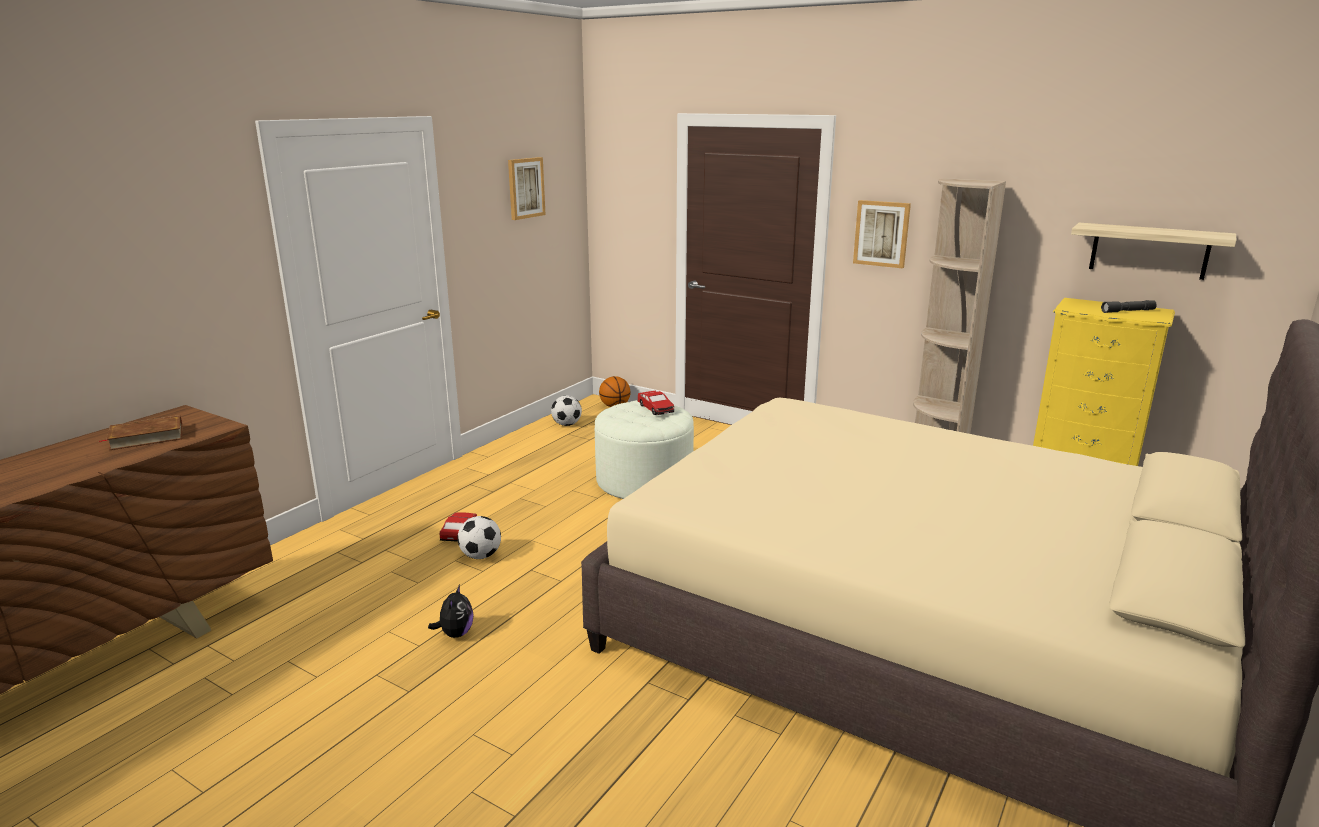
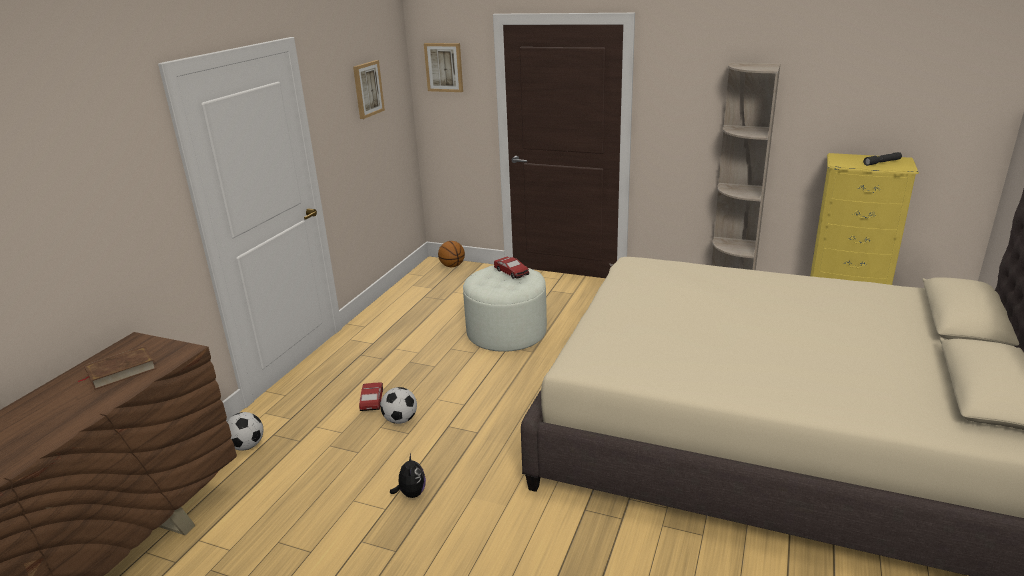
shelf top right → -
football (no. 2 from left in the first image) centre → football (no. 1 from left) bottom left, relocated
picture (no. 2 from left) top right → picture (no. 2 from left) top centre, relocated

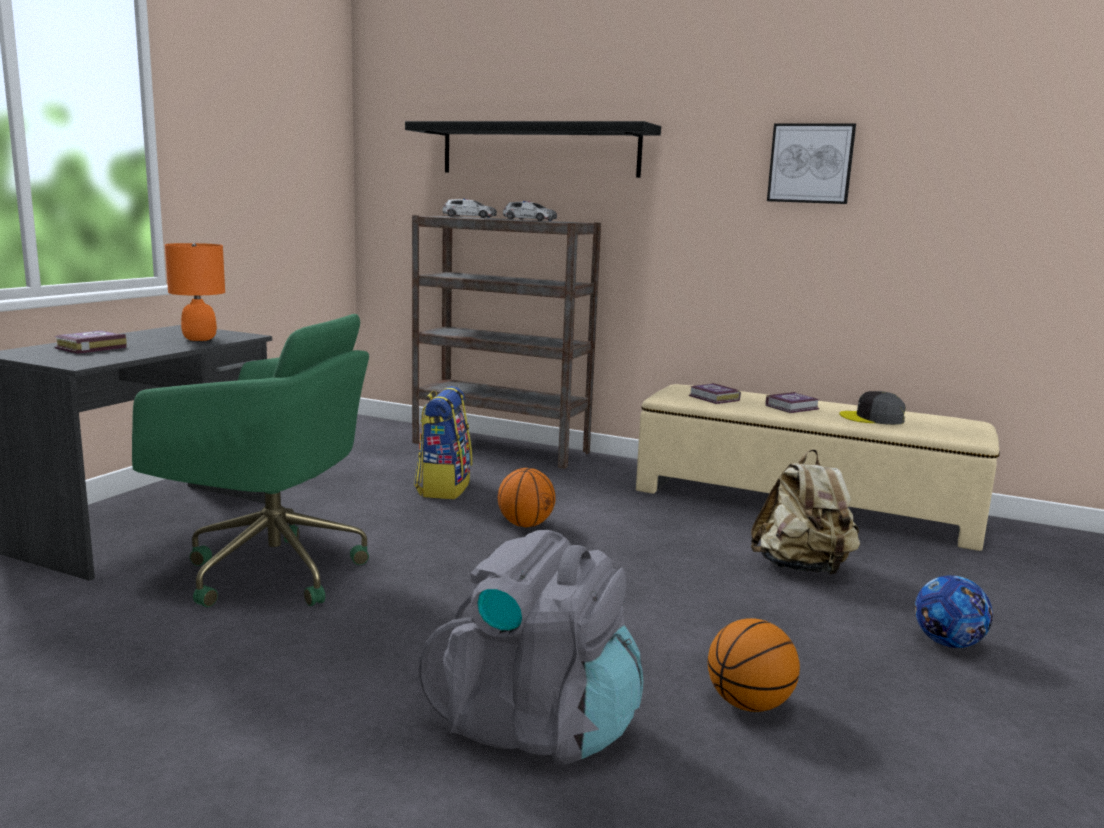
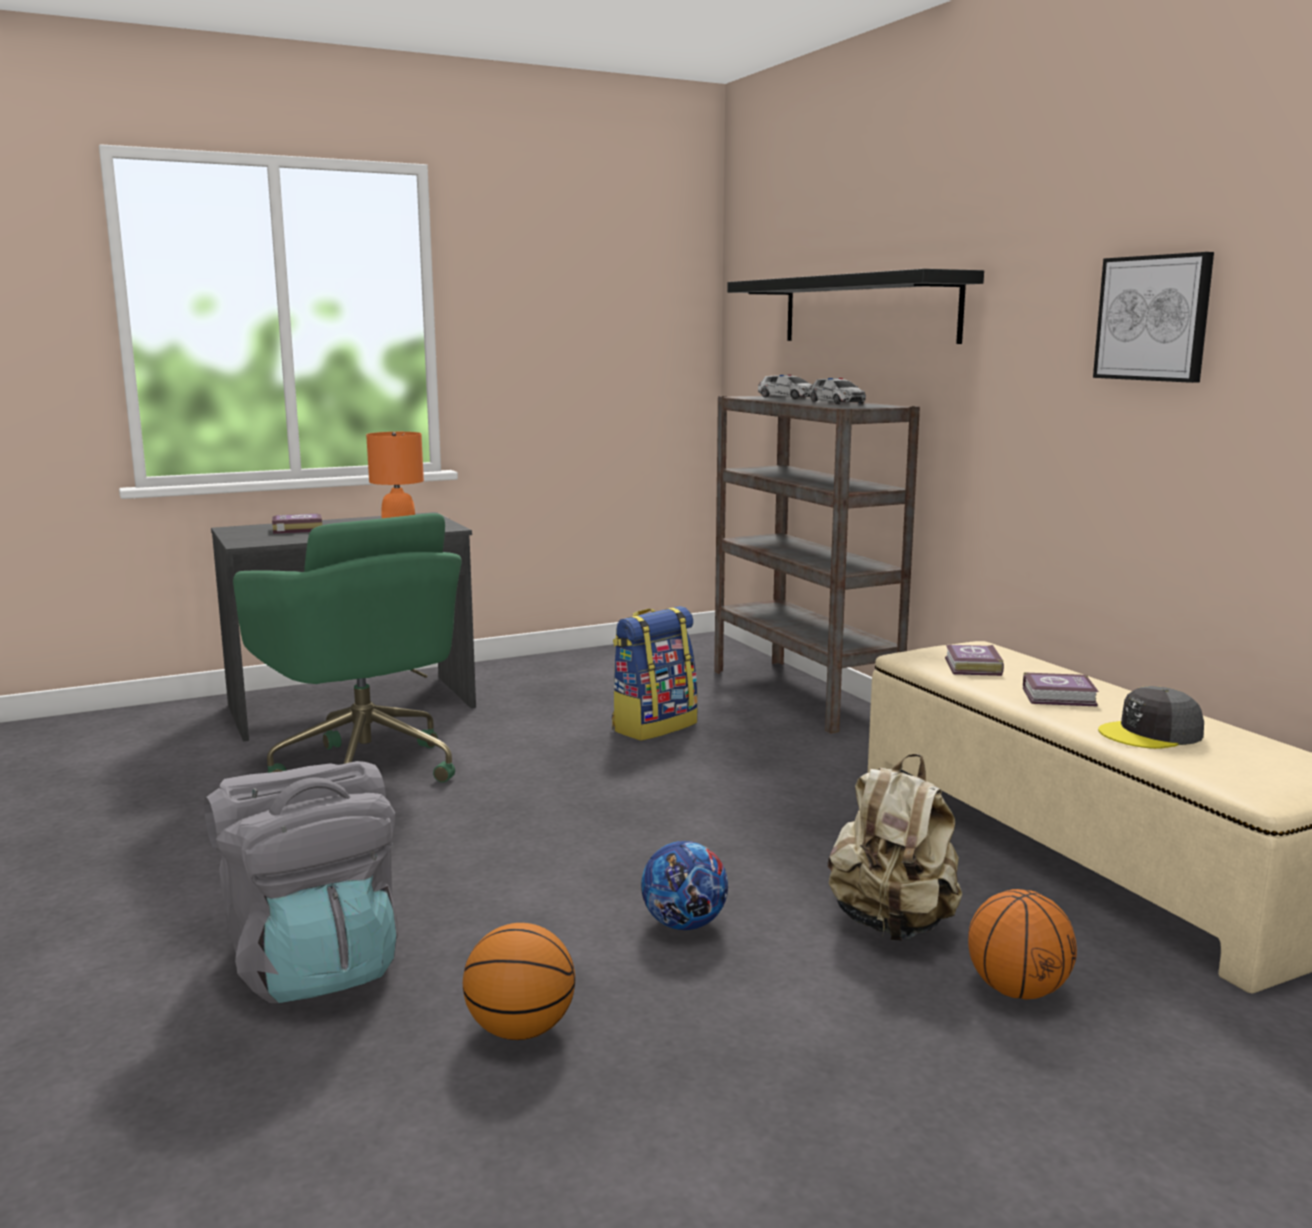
basketball (no. 1 from left in the first image) centre → basketball (no. 2 from left) bottom right, relocated
football bottom right → football bottom centre, relocated
cap in grey middle right, 75 degrees counterclockwise

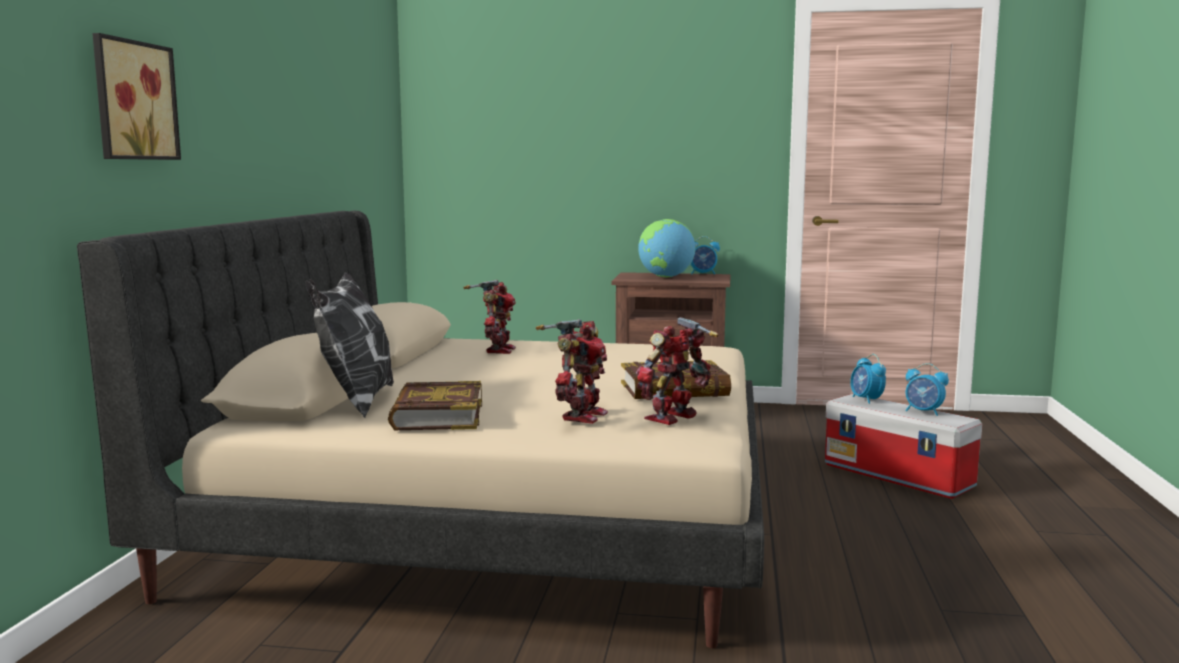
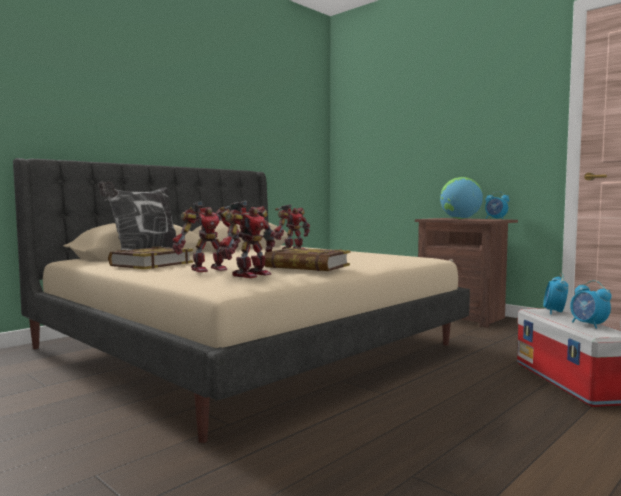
picture top left → -
toy robot (no. 3 from left in the first image) centre → toy robot (no. 2 from left) centre, 135 degrees clockwise

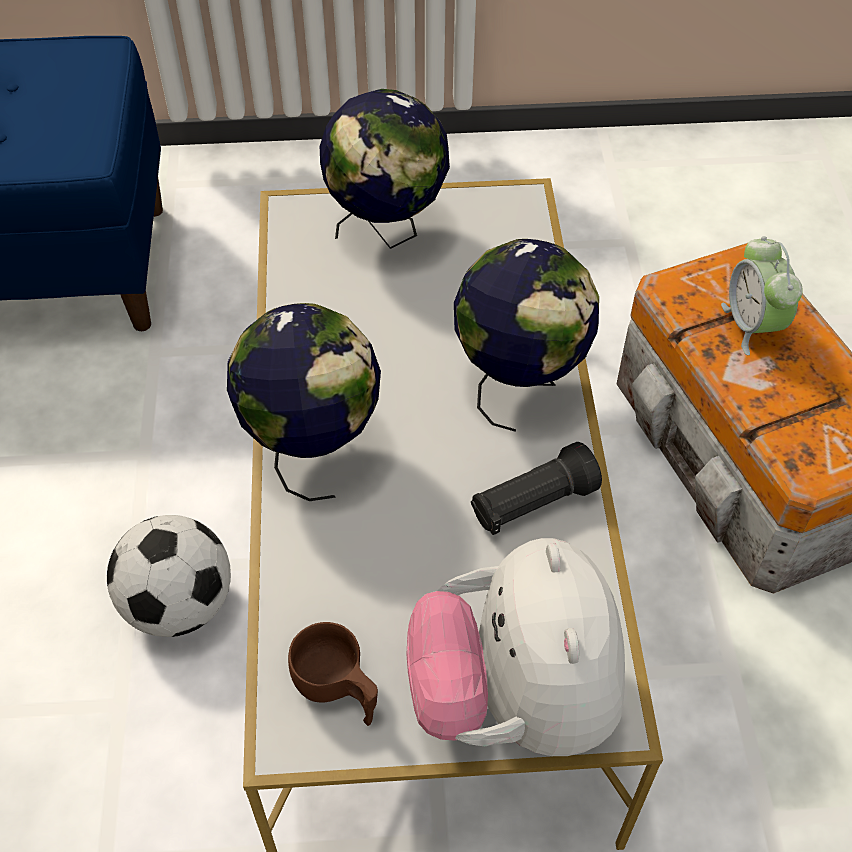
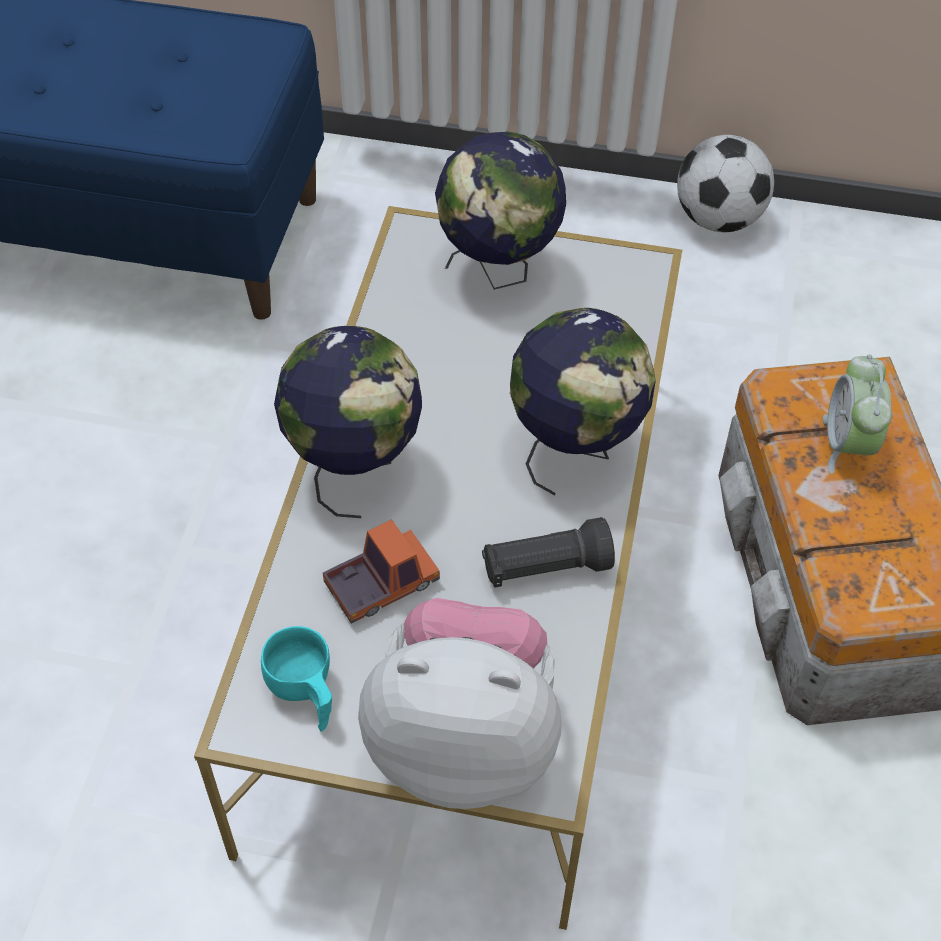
- → toy truck centre
football bottom left → football top right, relocated
cup in brown bottom centre → cup in turquoise bottom left
plush toy bottom centre, 90 degrees clockwise

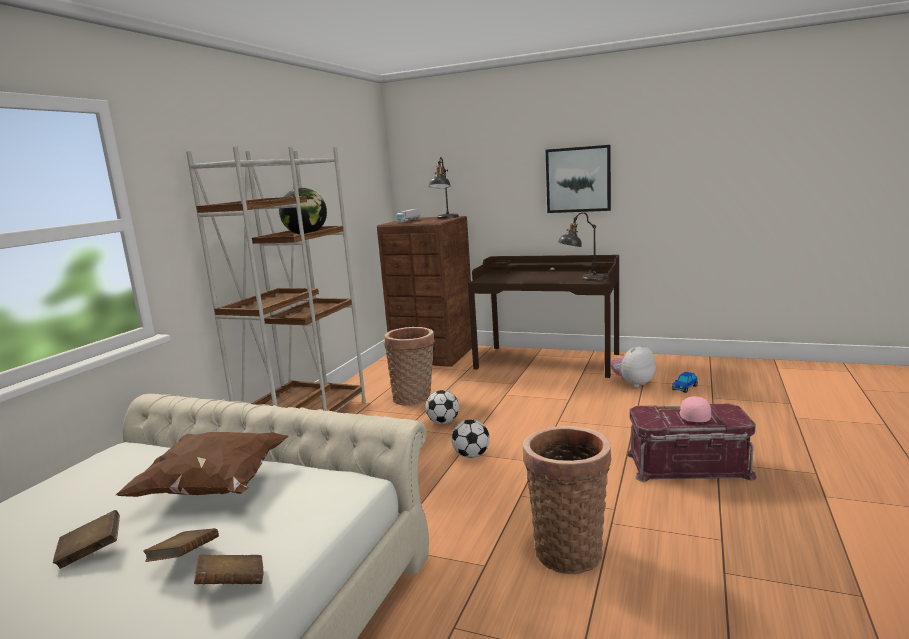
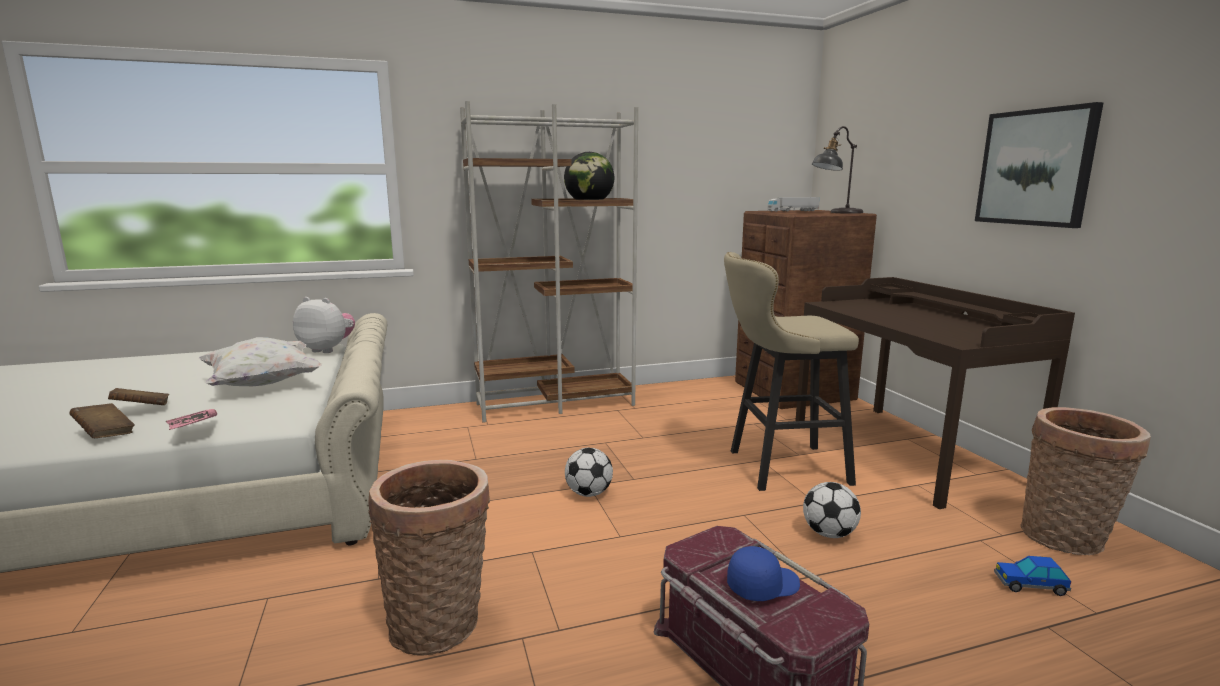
book in brown (no. 1 from left) bottom left → -
table lamp in grey (no. 2 from left) centre → -
- → book in pink middle left
- → stool in beige centre
basket (no. 1 from left in the first image) centre → basket (no. 2 from left) bottom right, relocated
football (no. 1 from left in the first image) centre → football (no. 2 from left) bottom right, relocated
plush toy middle right → plush toy middle left, relocated
pillow in brown bottom left → pillow in white middle left
cap in pink middle right → cap in blue bottom centre

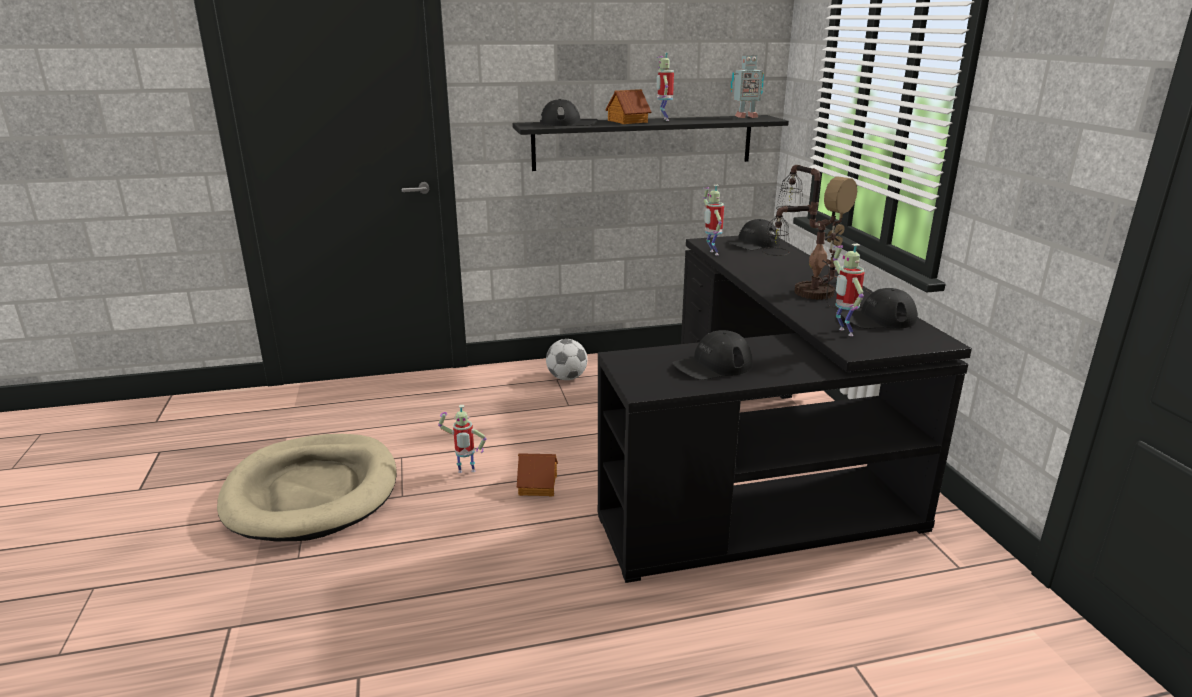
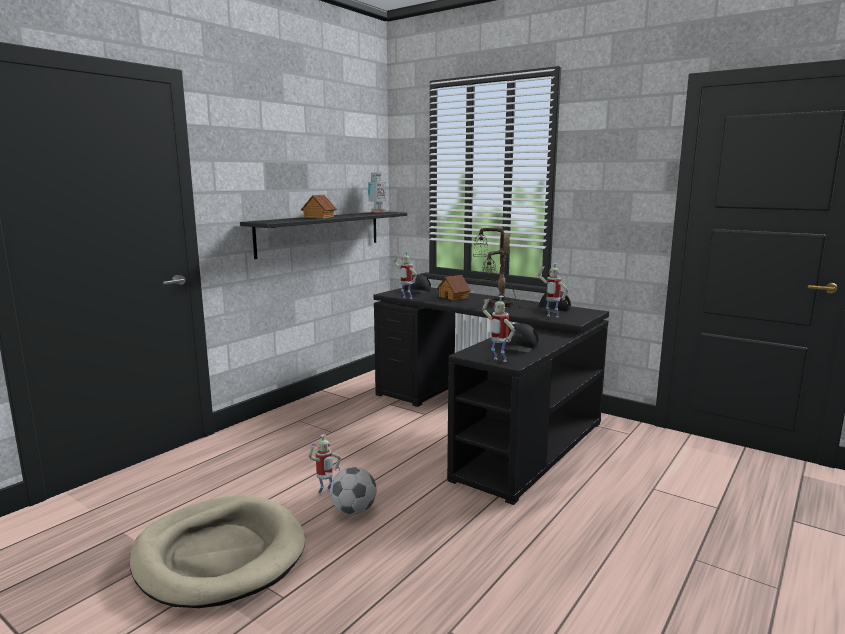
cap in black (no. 1 from left) top centre → -
toy house (no. 1 from left in the first image) bottom centre → toy house (no. 2 from left) centre, relocated
football centre → football bottom centre, relocated
toy robot (no. 2 from left in the first image) top centre → toy robot (no. 4 from left) centre, relocated

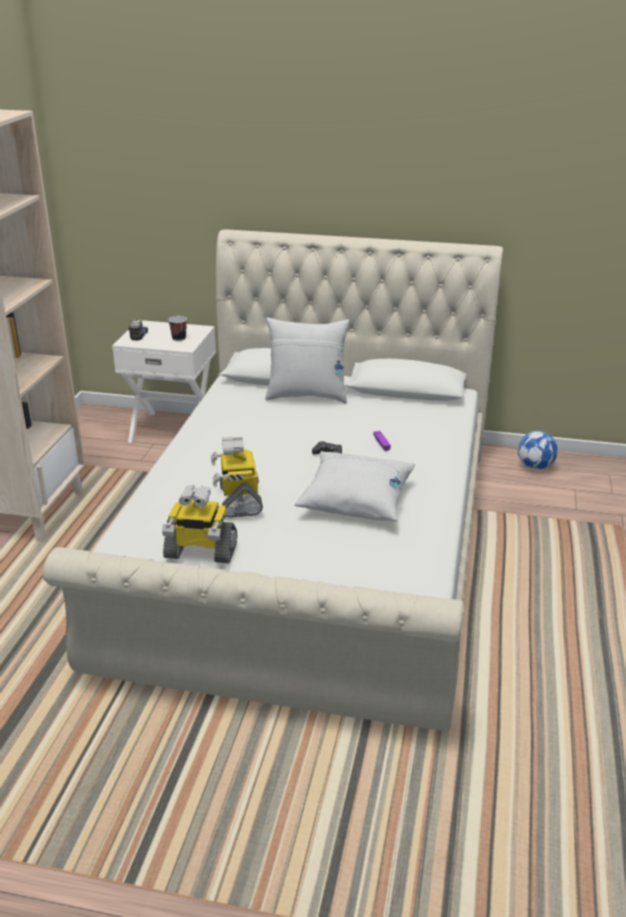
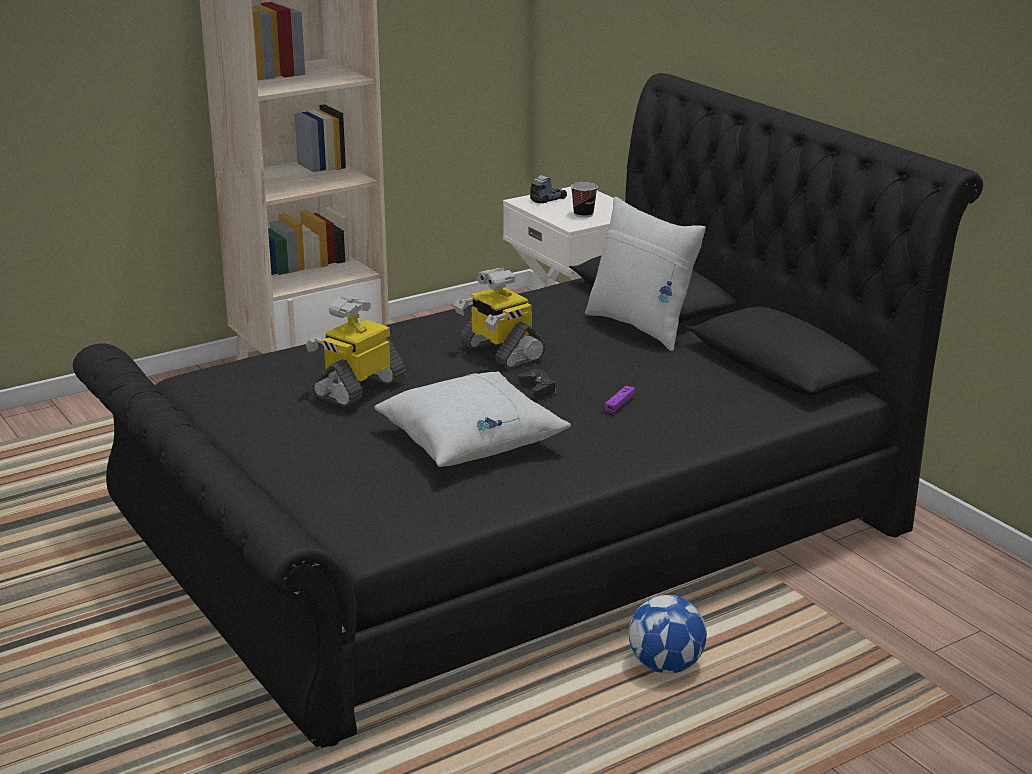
toy robot (no. 1 from left in the first image) middle left → toy robot (no. 2 from left) centre, relocated
football middle right → football bottom centre, relocated
bed in beige centre → bed in black centre

